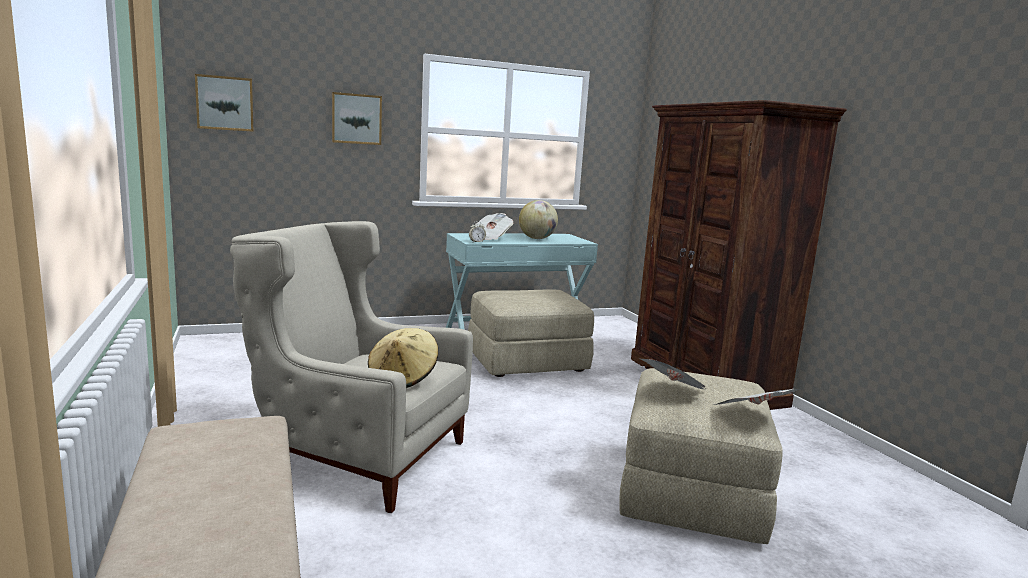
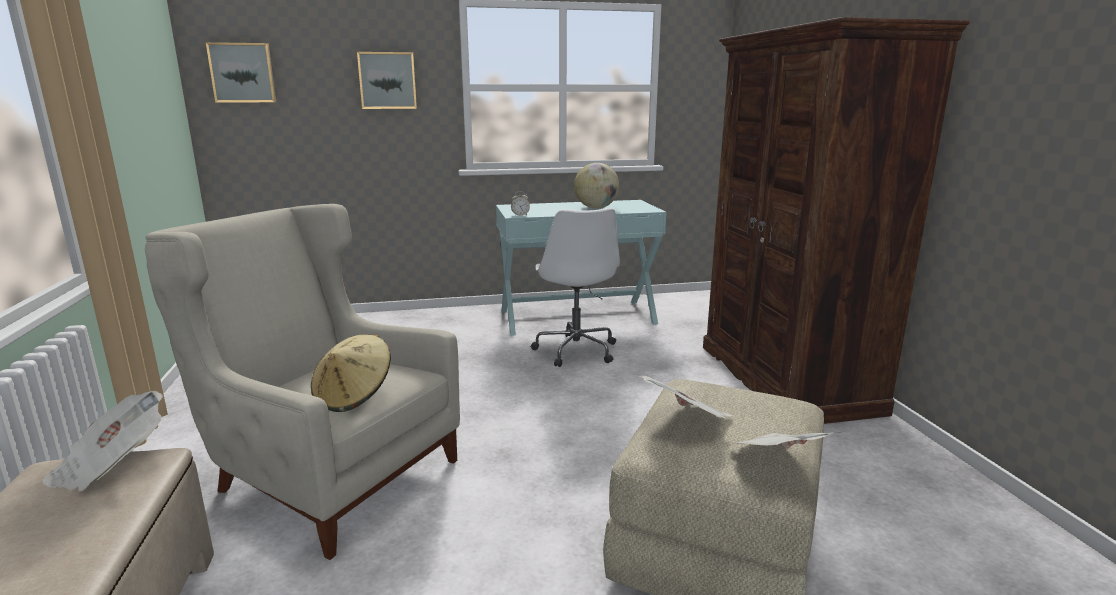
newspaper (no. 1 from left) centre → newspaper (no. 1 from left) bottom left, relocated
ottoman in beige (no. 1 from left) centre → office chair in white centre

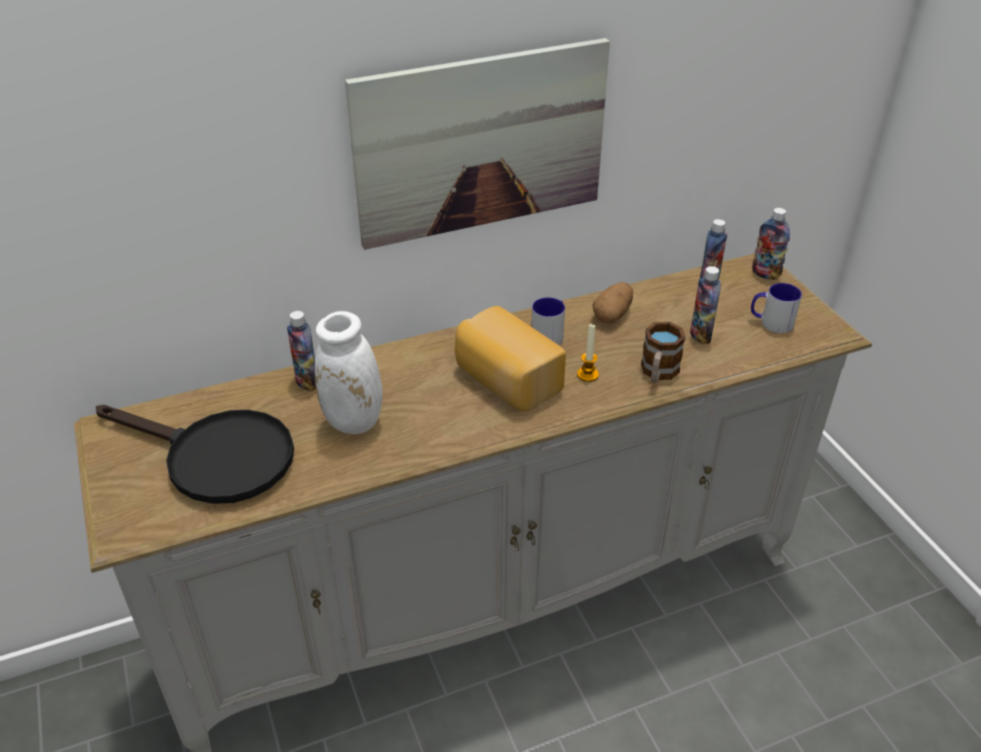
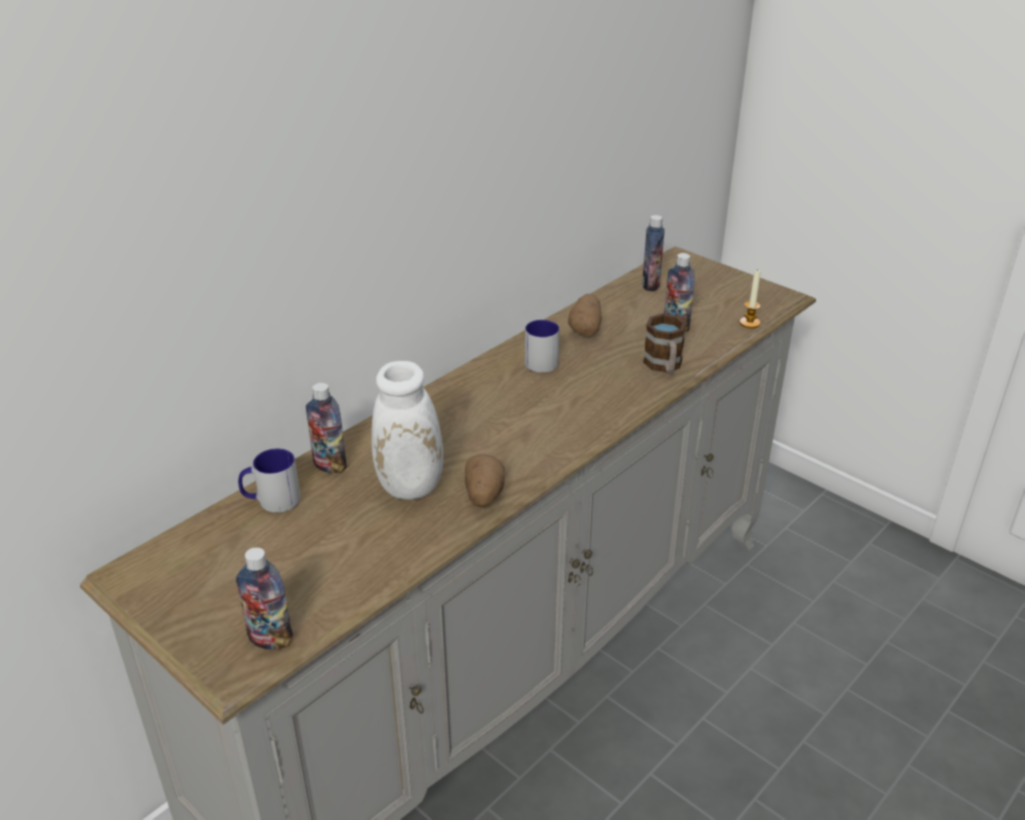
frying pan in black middle left → -
picture top centre → -
bread centre → -
- → potato (no. 1 from left) centre
candle centre → candle middle right, relocated
mug (no. 3 from left in the first image) middle right → mug (no. 1 from left) middle left, relocated
bottle (no. 4 from left in the first image) top right → bottle (no. 1 from left) bottom left, relocated

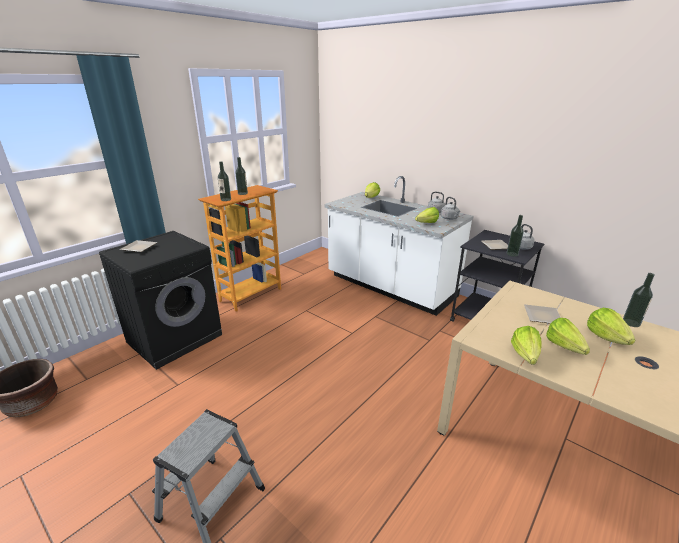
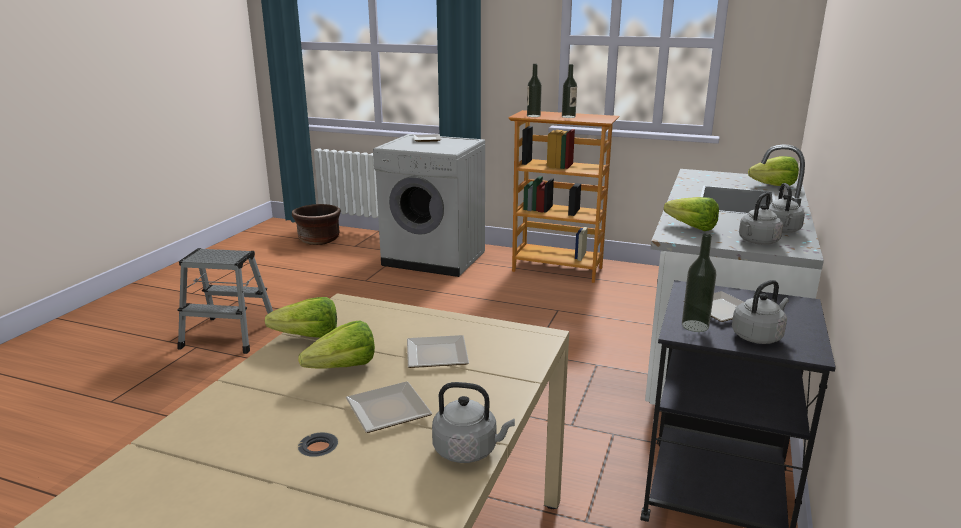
lettuce (no. 5 from left) middle right → plate (no. 1 from left) bottom centre
bottle (no. 4 from left) middle right → kettle in grey (no. 1 from left) bottom centre
washing machine in black middle left → washing machine in white centre

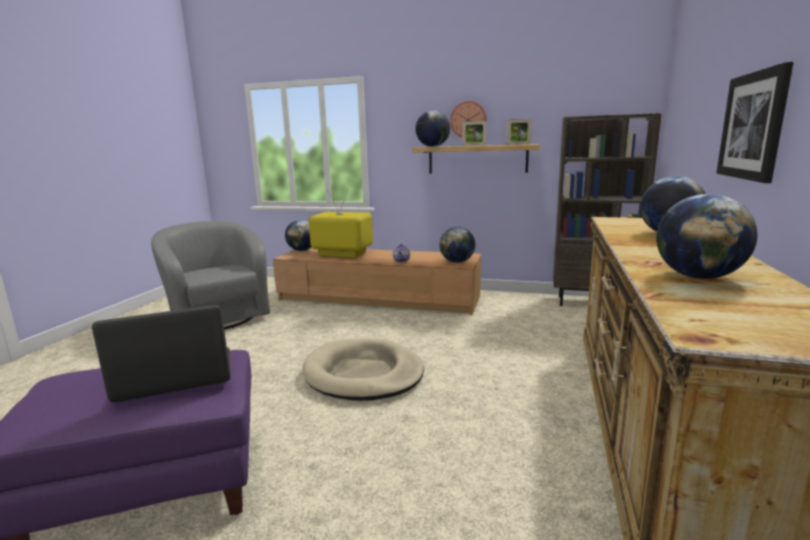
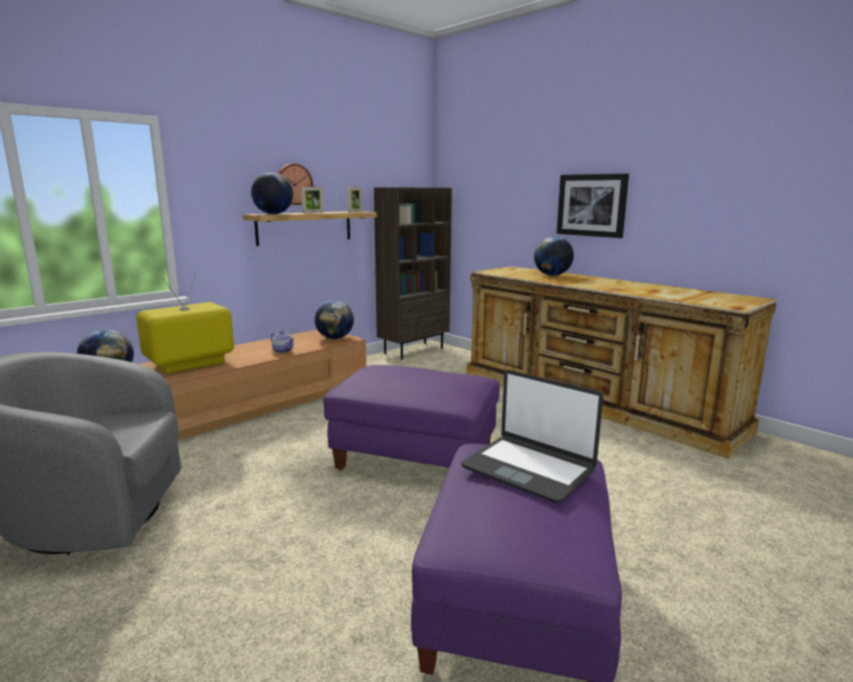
globe (no. 5 from left) middle right → -
dog bed in beige bottom centre → ottoman in purple (no. 1 from left) centre
laptop middle left → laptop centre, 60 degrees counterclockwise

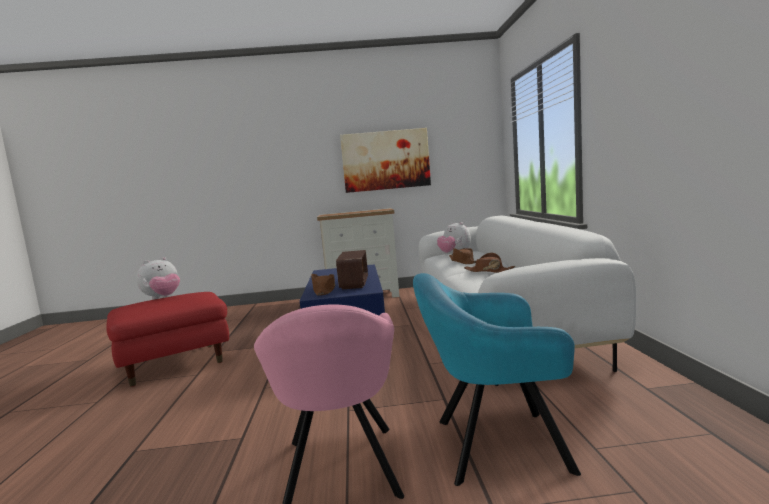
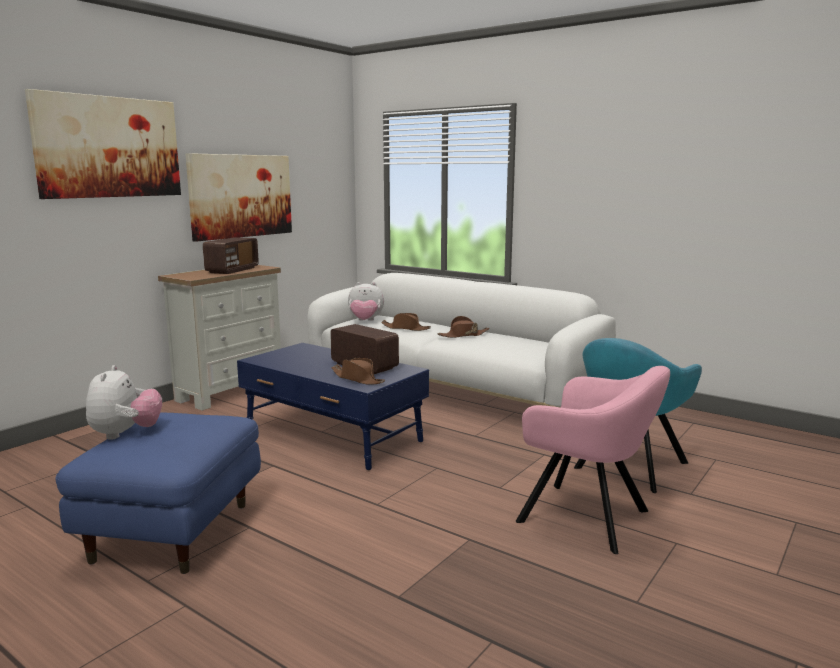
- → picture (no. 1 from left) top left
- → radio (no. 1 from left) middle left
ottoman in red bottom left → ottoman in blue bottom left

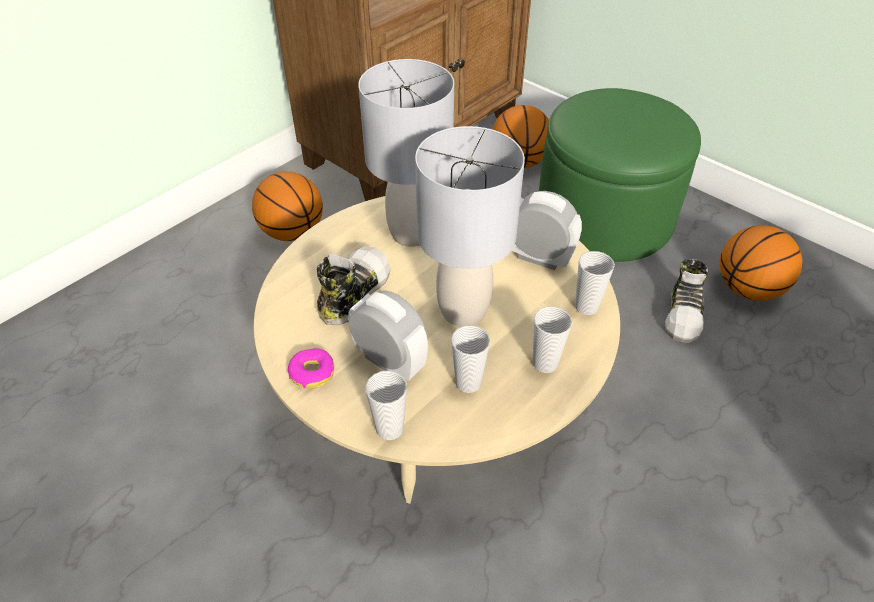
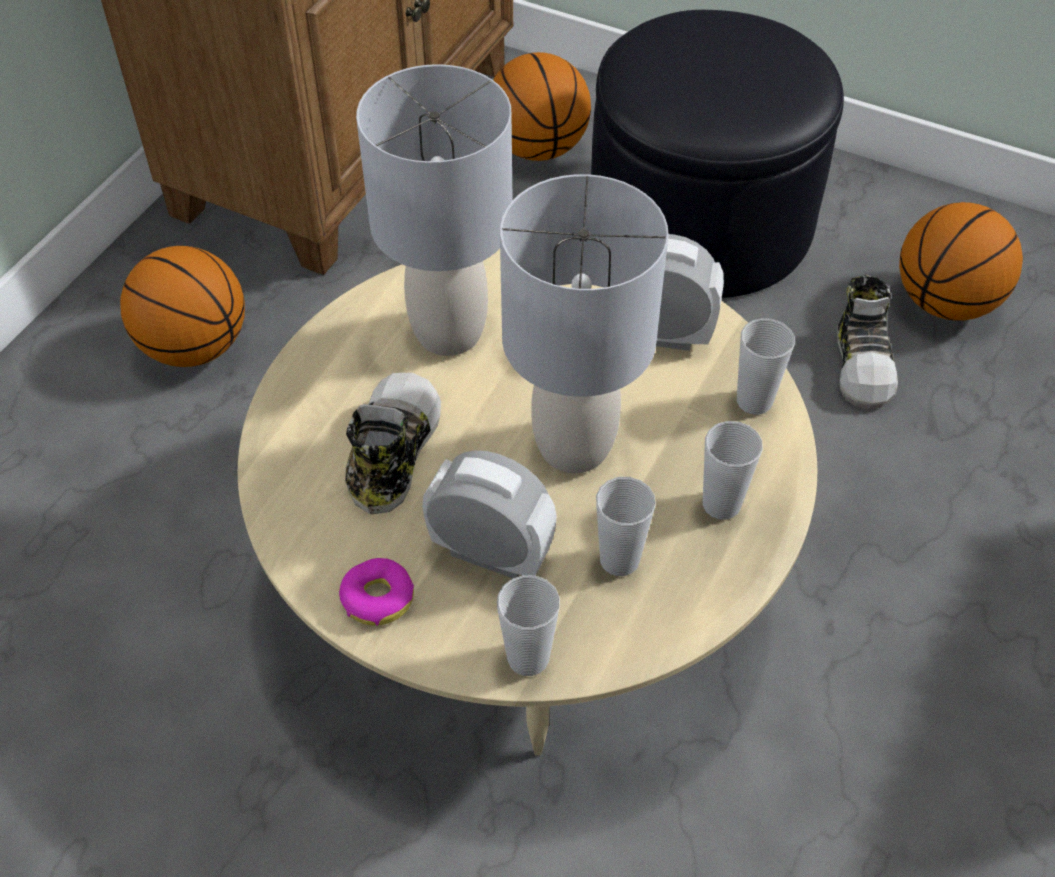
ottoman in green top right → ottoman in black top right

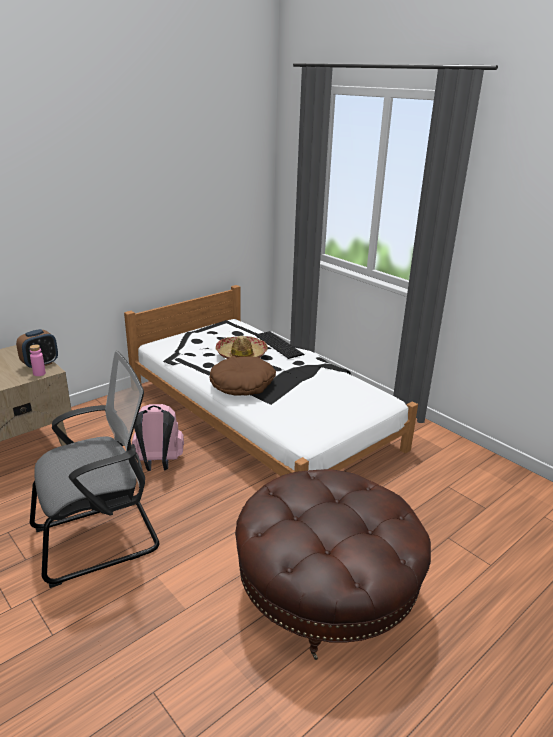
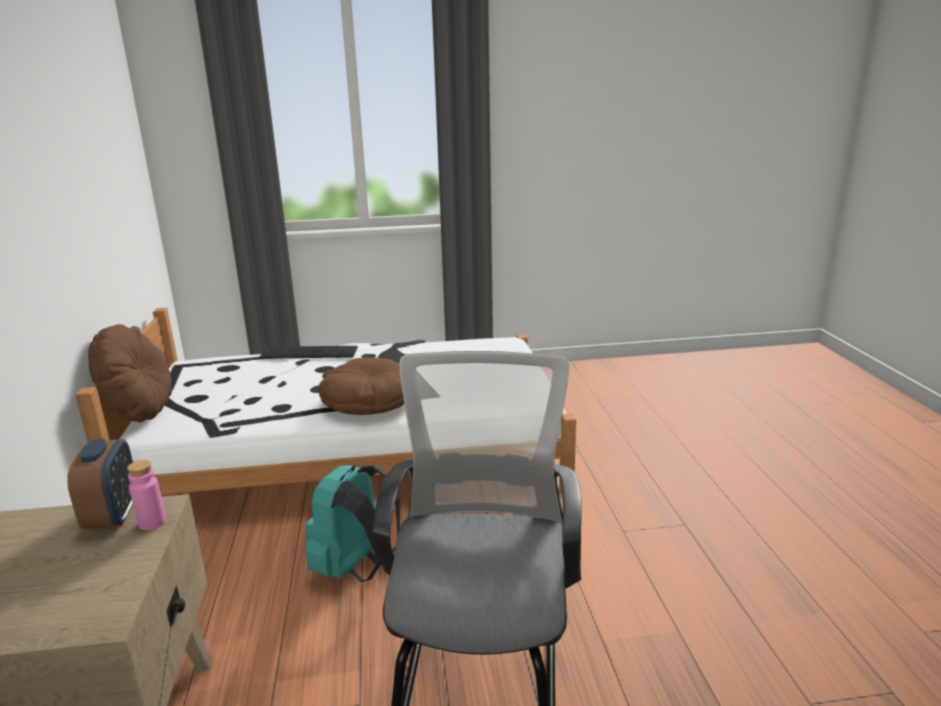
hat centre → -
ottoman in brown bottom centre → -
- → pillow in brown (no. 1 from left) middle left
backpack in pink middle left → backpack in turquoise bottom centre

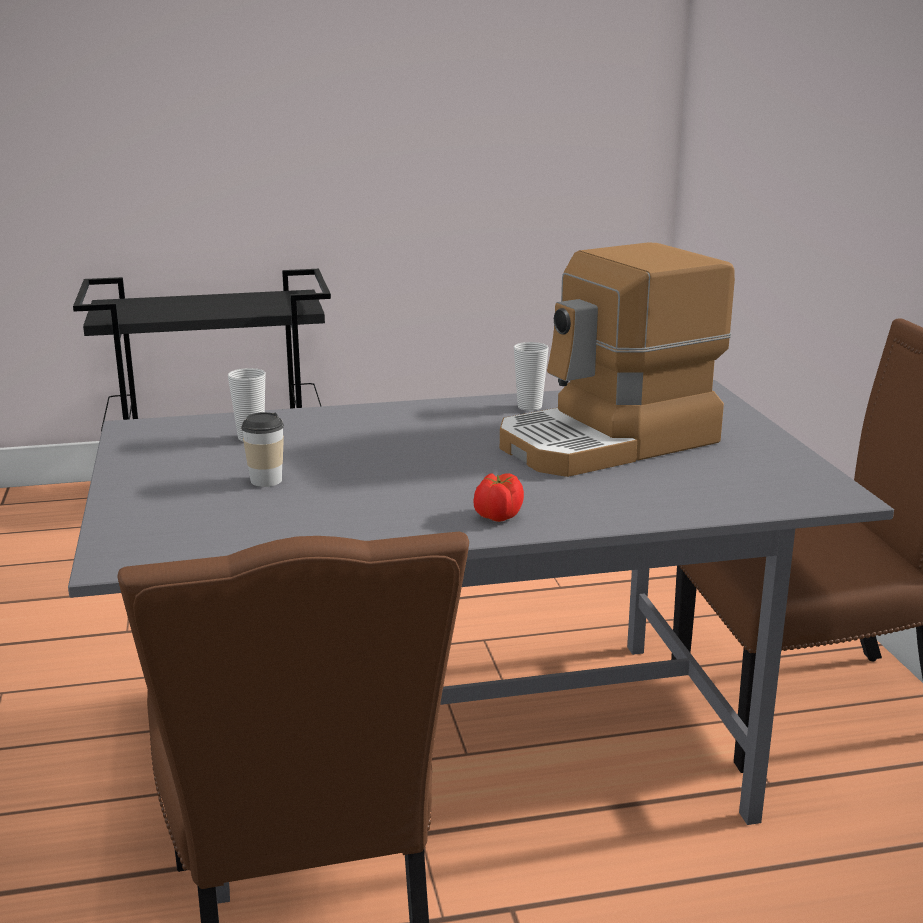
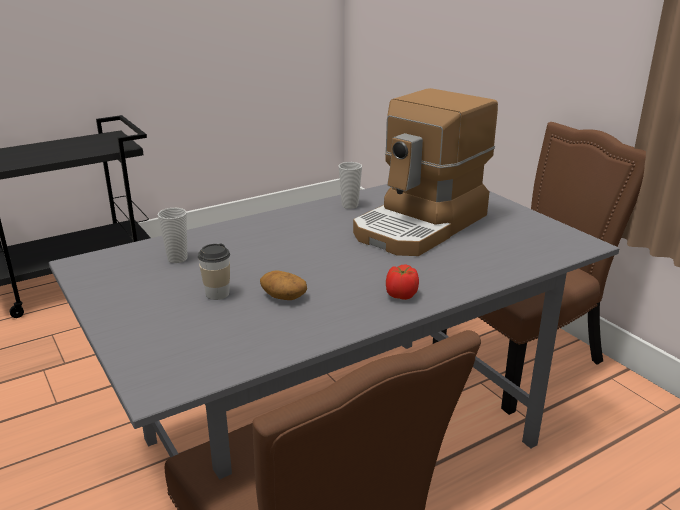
- → potato centre

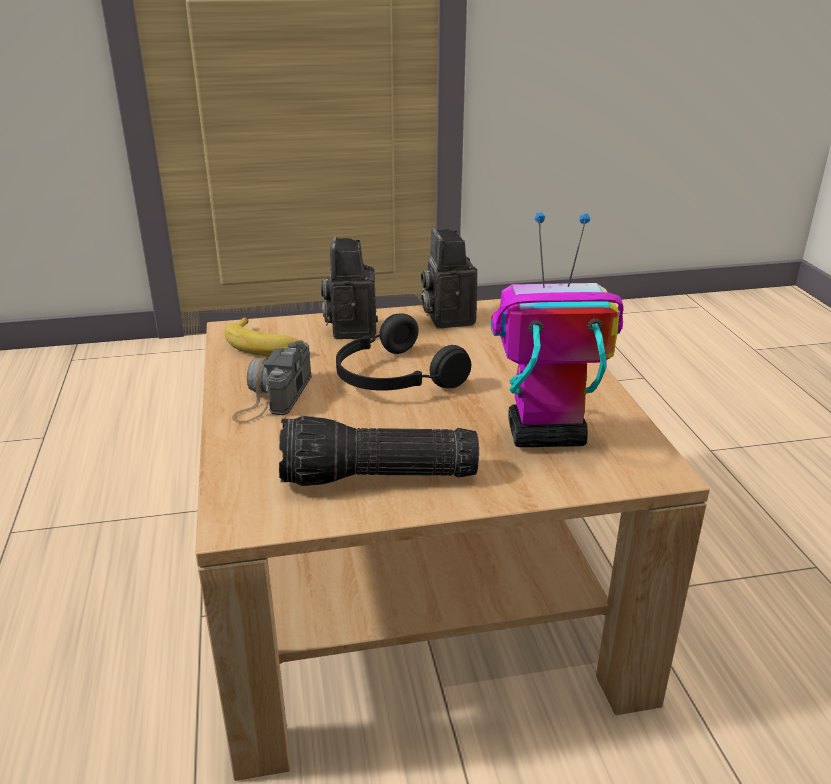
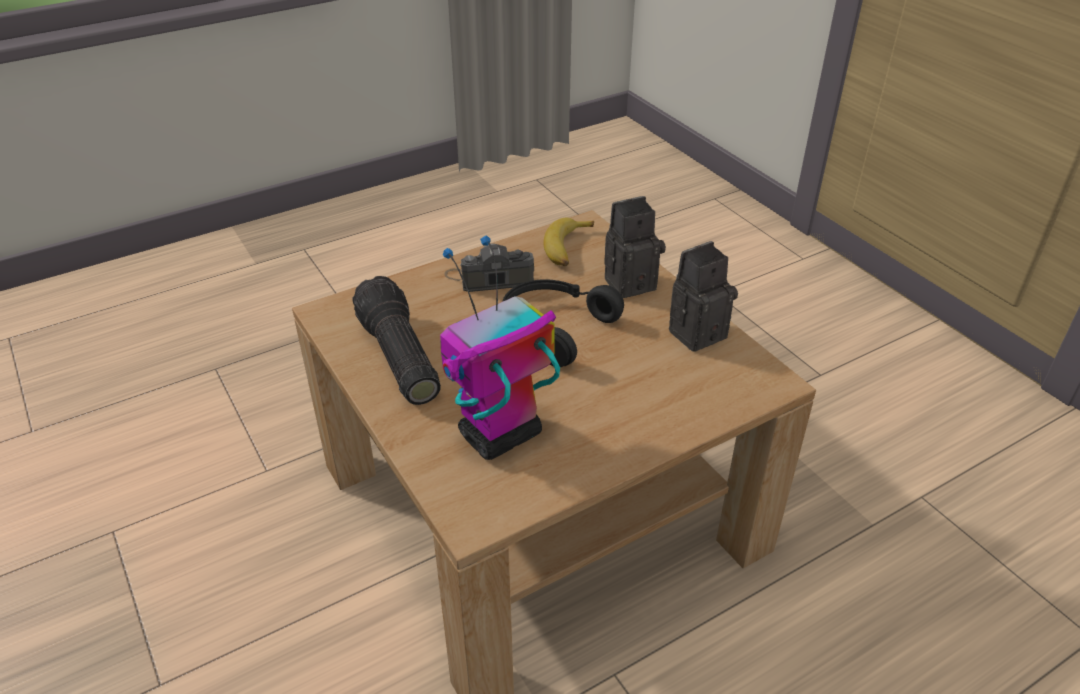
toy robot middle right → toy robot centre, 105 degrees counterclockwise

